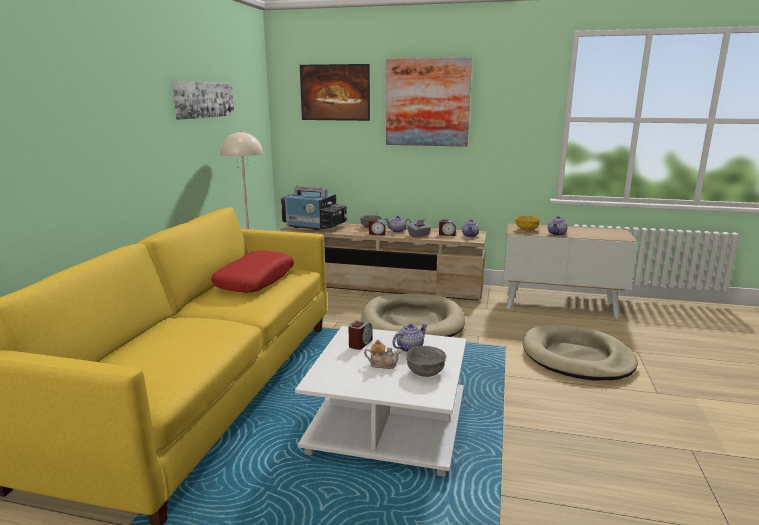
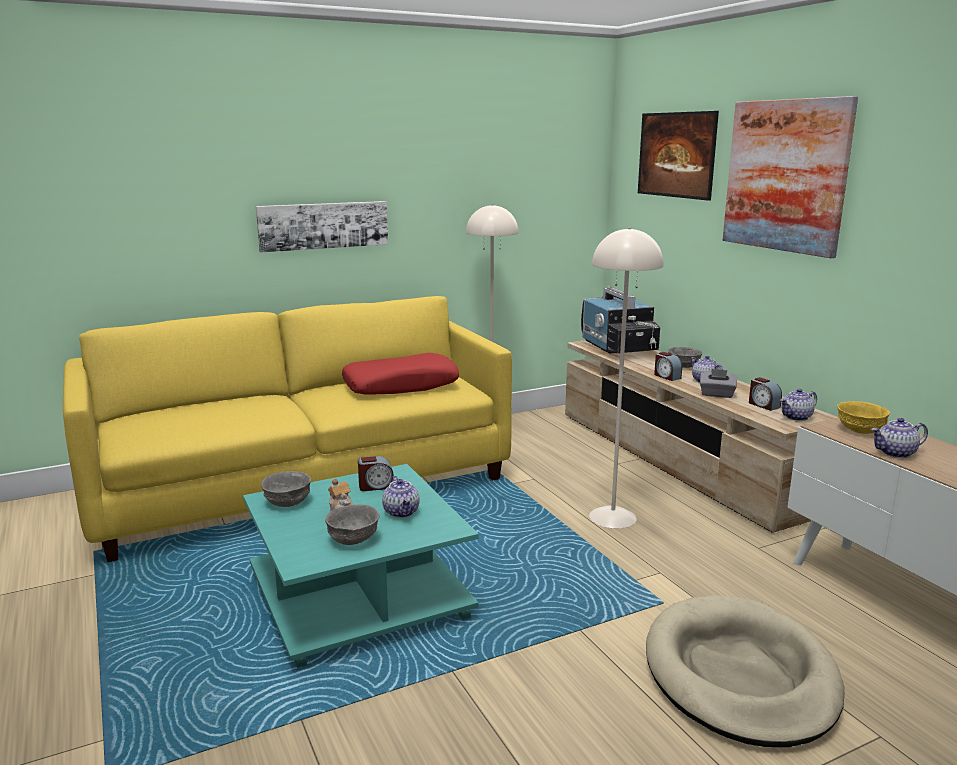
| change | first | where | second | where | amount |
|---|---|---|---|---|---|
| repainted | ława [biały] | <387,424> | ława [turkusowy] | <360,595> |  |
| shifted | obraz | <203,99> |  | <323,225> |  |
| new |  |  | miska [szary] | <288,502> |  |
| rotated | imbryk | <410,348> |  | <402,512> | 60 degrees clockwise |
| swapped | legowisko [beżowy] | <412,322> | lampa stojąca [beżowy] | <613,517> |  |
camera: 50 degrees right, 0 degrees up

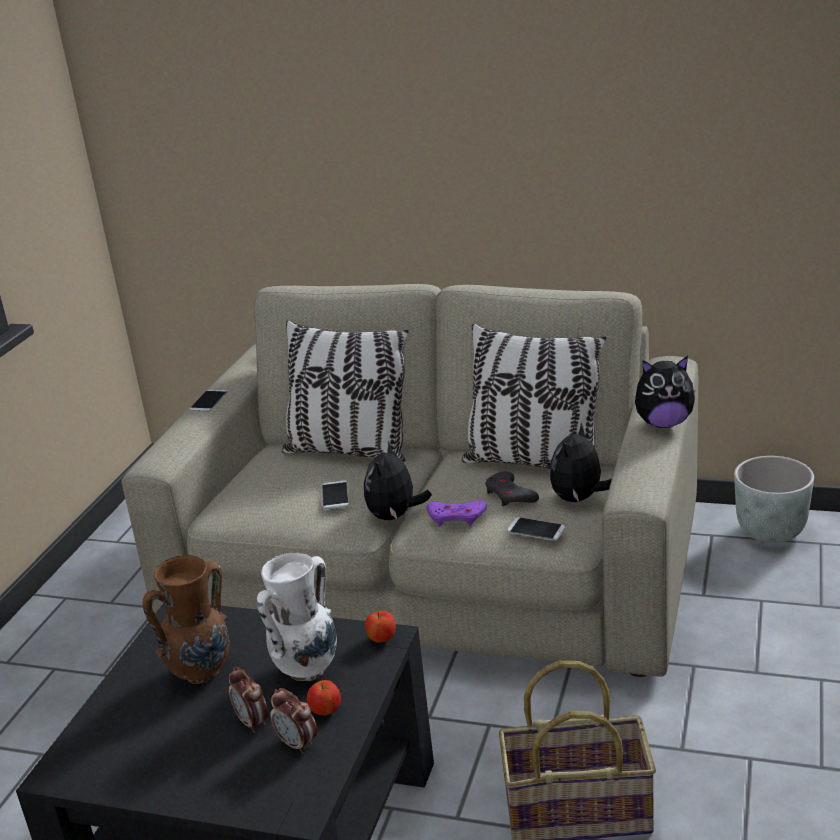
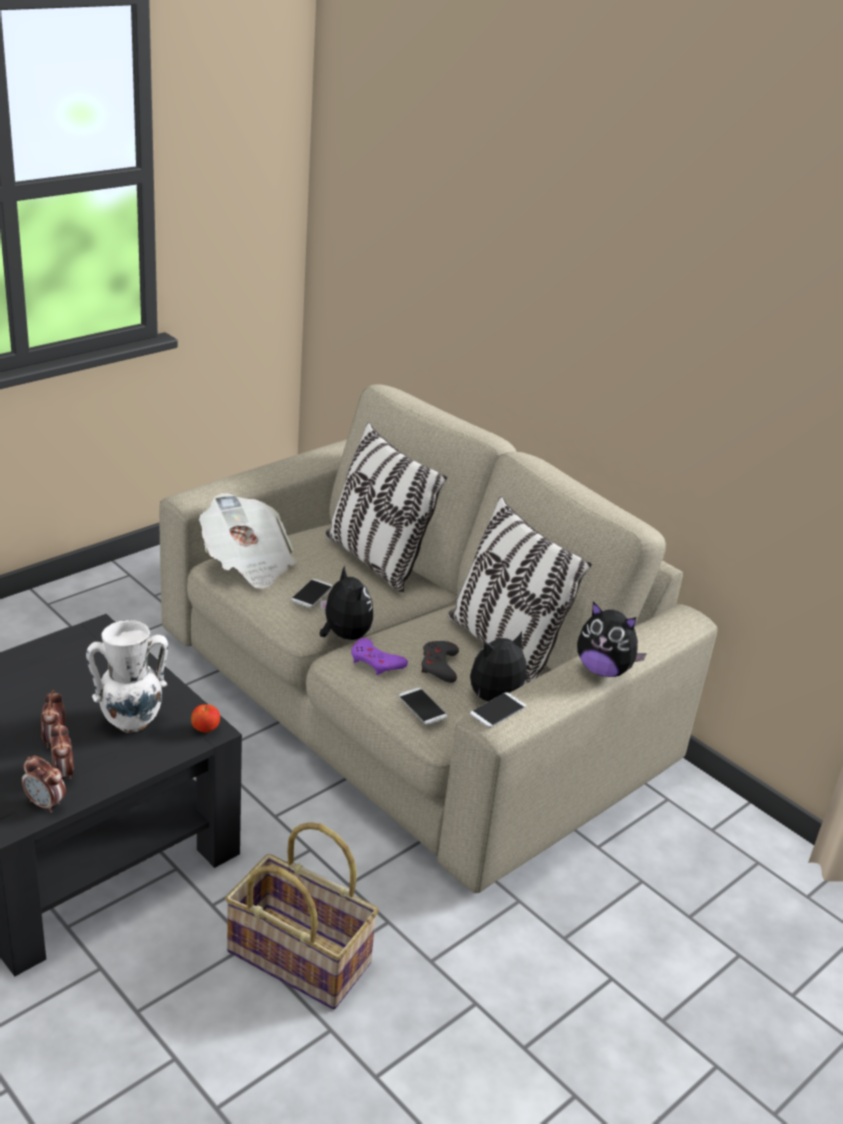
| change | first | where | second | where | amount |
|---|---|---|---|---|---|
| new |  |  | budzik | <45,804> |  |
| new |  |  | gazeta | <247,563> |  |
| rotated | pluszak | <395,516> |  | <344,635> | 105 degrees clockwise |
| shifted | telefon | <208,401> |  | <497,710> |  |
| gone | wazon [brązowy] | <202,672> |  |  |  |
| gone | jabłko | <326,711> |  |  |  |
| gone | donica [szary] | <771,531> |  |  |  |
camera: 25 degrees right, 5 degrees up

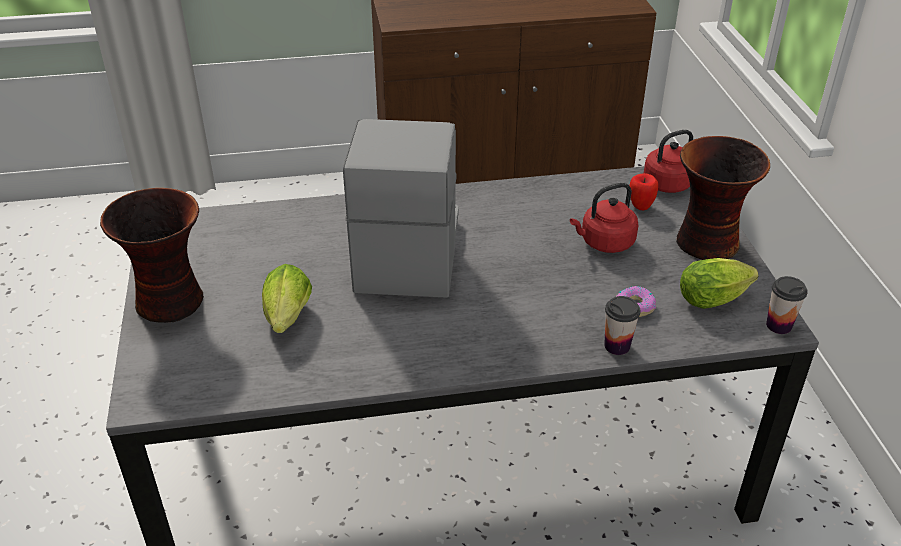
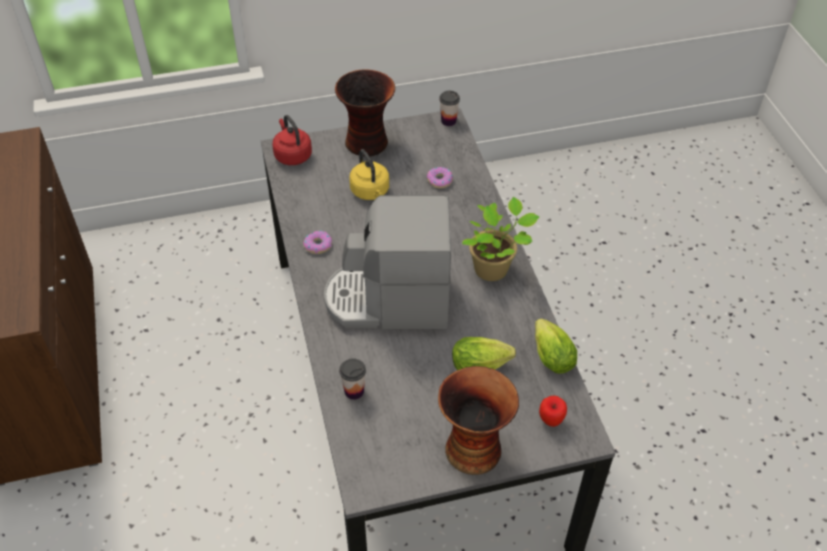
| change | first | where | second | where | amount |
|---|---|---|---|---|---|
| new |  |  | donut | <318,245> |  |
| shifted | filiżanka | <617,346> |  | <354,391> |  |
| repainted | czajnik [czerwony] | <604,243> | czajnik [żółty] | <370,192> |  |
| new |  |  | roślina doniczkowa | <494,269> |  |
| shifted | sałata | <716,298> |  | <550,355> |  |
| shifted | jabłko | <640,206> |  | <550,421> |  |
camera: 95 degrees left, 10 degrees up

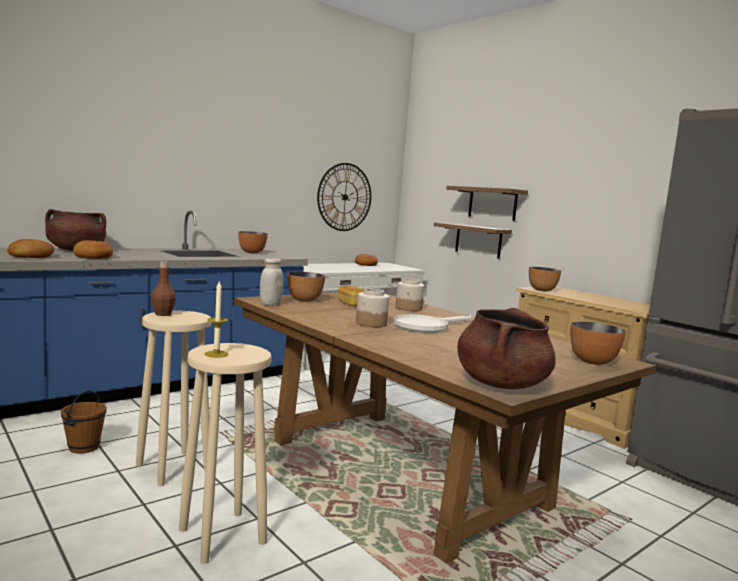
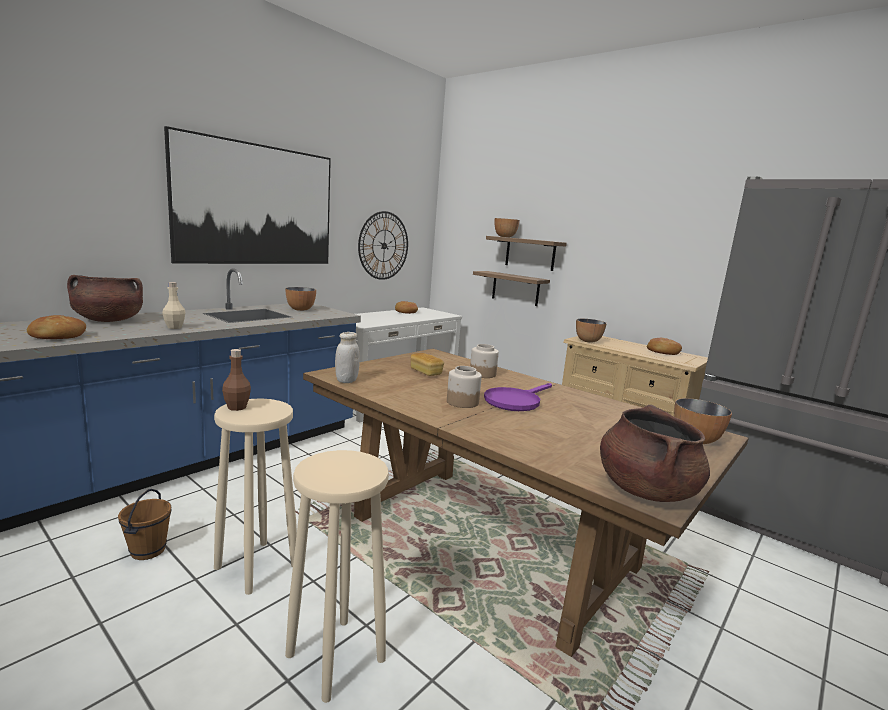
| change | first | where | second | where | amount |
|---|---|---|---|---|---|
| new |  |  | butelka [beżowy] | <174,327> |  |
| new |  |  | obraz | <257,205> |  |
| repainted | patelnia [biały] | <426,326> | patelnia [fioletowy] | <516,401> |  |
| shifted | miska | <304,300> |  | <505,237> |  |
| shifted | chleb | <93,257> |  | <662,352> |  |
| gone | świeca | <216,354> |  |  |  |
camera: 10 degrees left, 5 degrees up

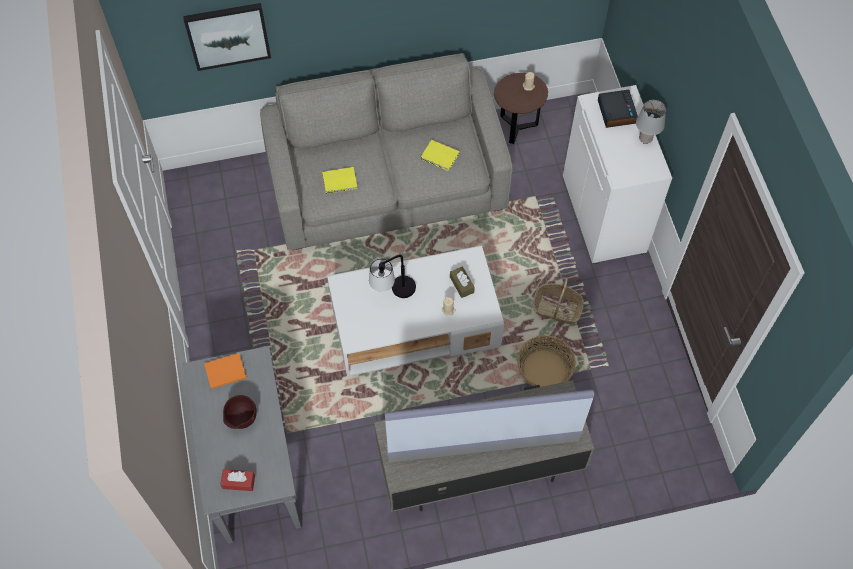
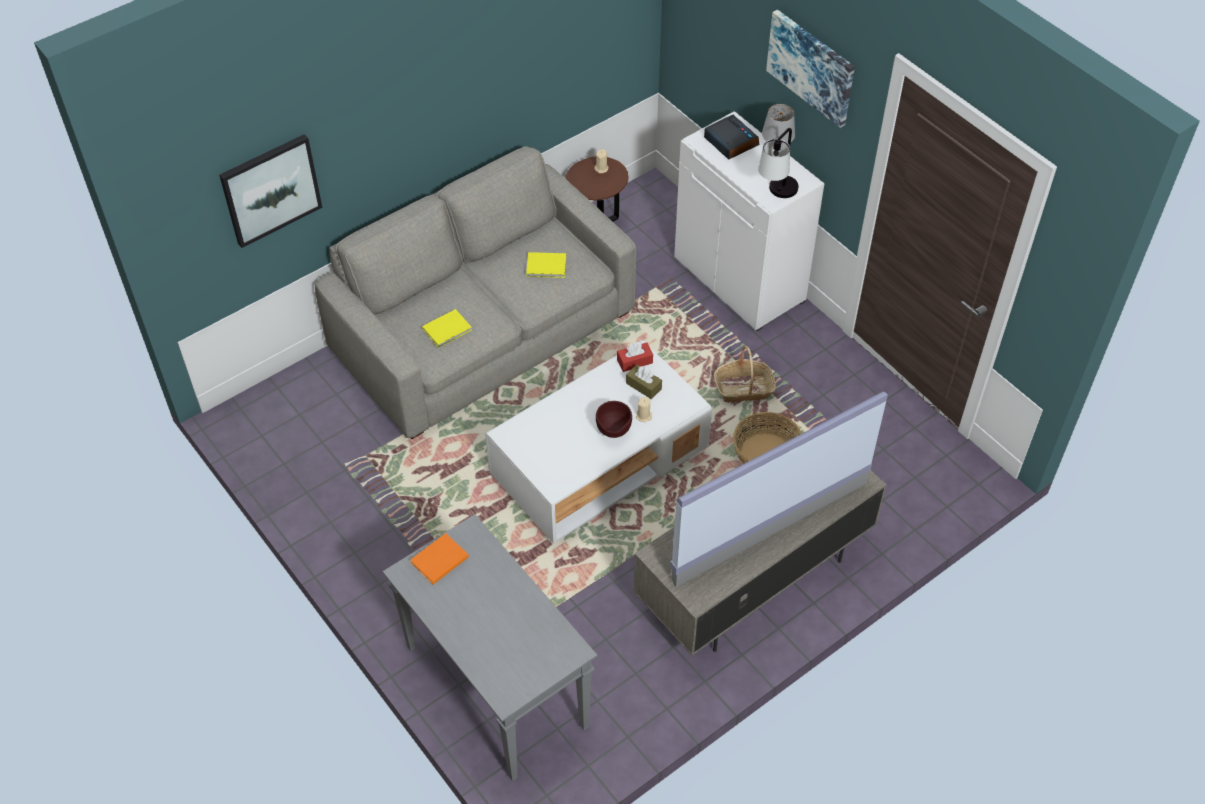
| change | first | where | second | where | amount |
|---|---|---|---|---|---|
| shifted | miska [brązowy] | <241,420> |  | <613,433> |  |
| shifted | pudełko chusteczek [czerwony] | <238,482> |  | <634,361> |  |
| shifted | lampa stołowa | <393,293> |  | <777,197> |  |
| new |  |  | obraz | <812,67> |  |
camera: 25 degrees left, 10 degrees down

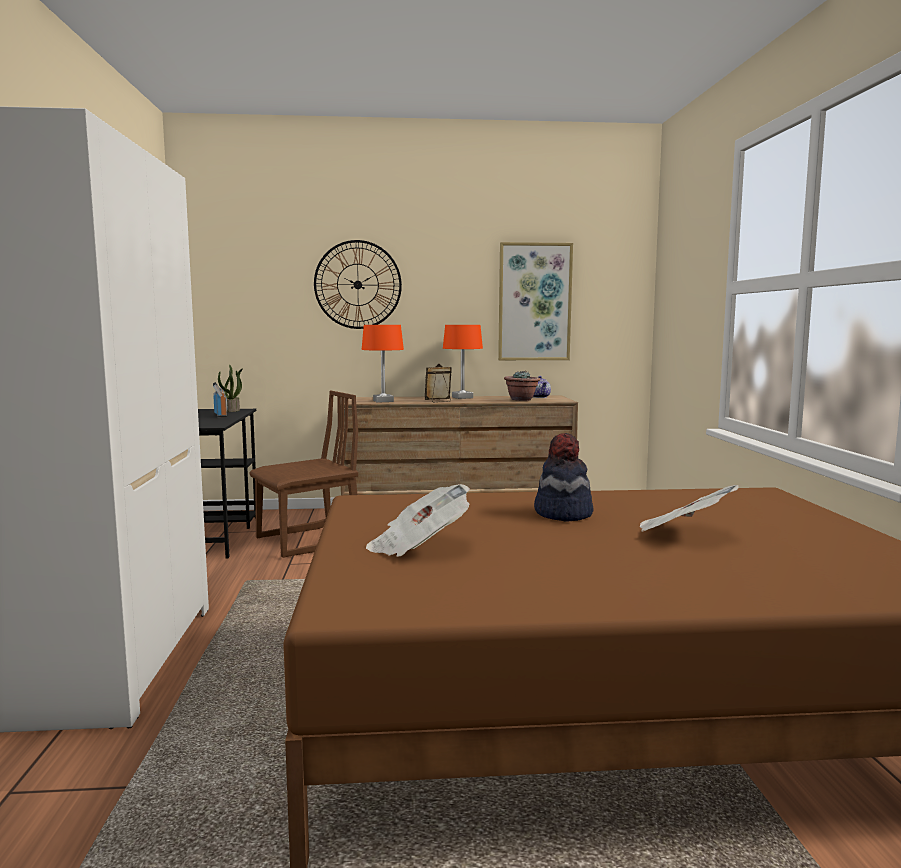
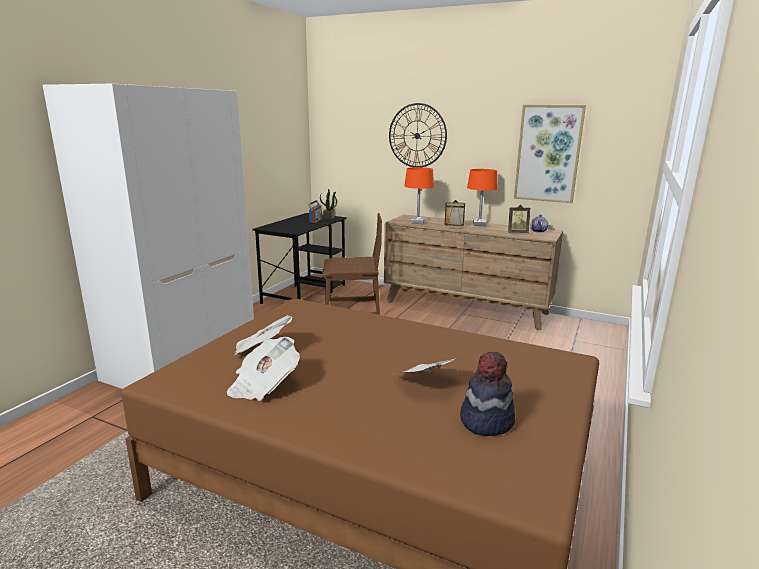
| change | first | where | second | where | amount |
|---|---|---|---|---|---|
| new |  |  | gazeta | <263,385> |  |
| shifted | kapelusz | <562,513> |  | <486,420> |  |
| swapped | roślina doniczkowa | <521,400> | ramka na zdjęcie | <517,233> |  |
camera: 30 degrees right, 10 degrees up

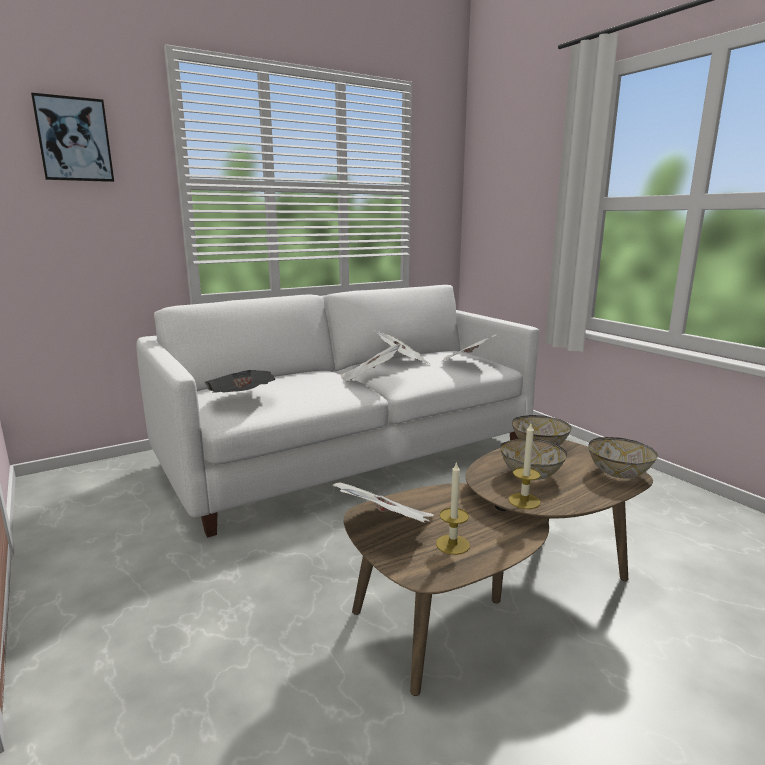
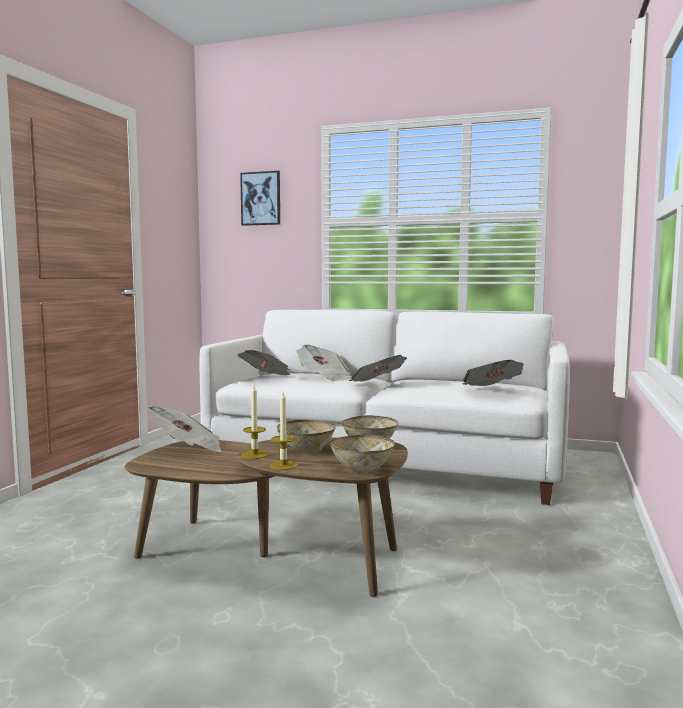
| change | first | where | second | where | amount |
|---|---|---|---|---|---|
| shifted | świeca | <452,544> |  | <283,465> |  |
| shifted | gazeta | <402,362> |  | <323,377> |  |
camera: 50 degrees right, 10 degrees down

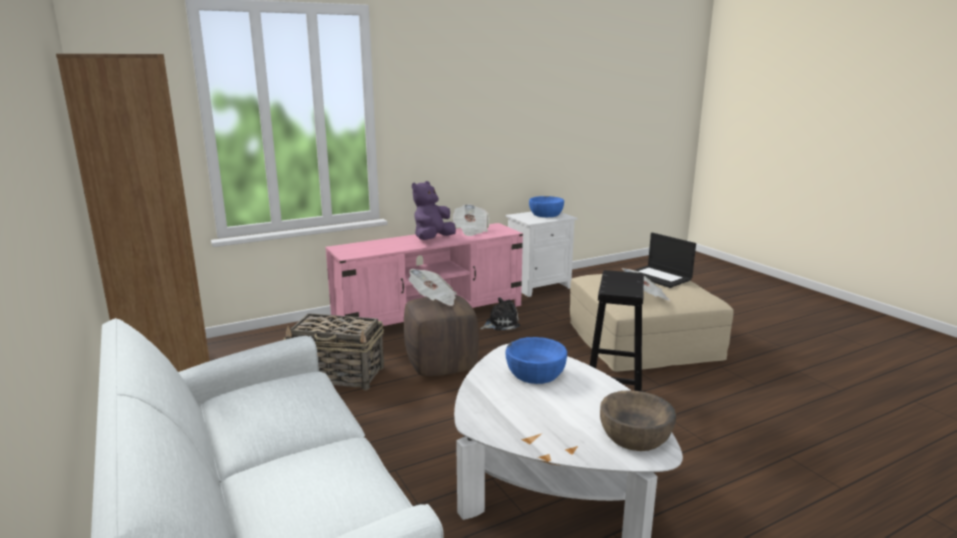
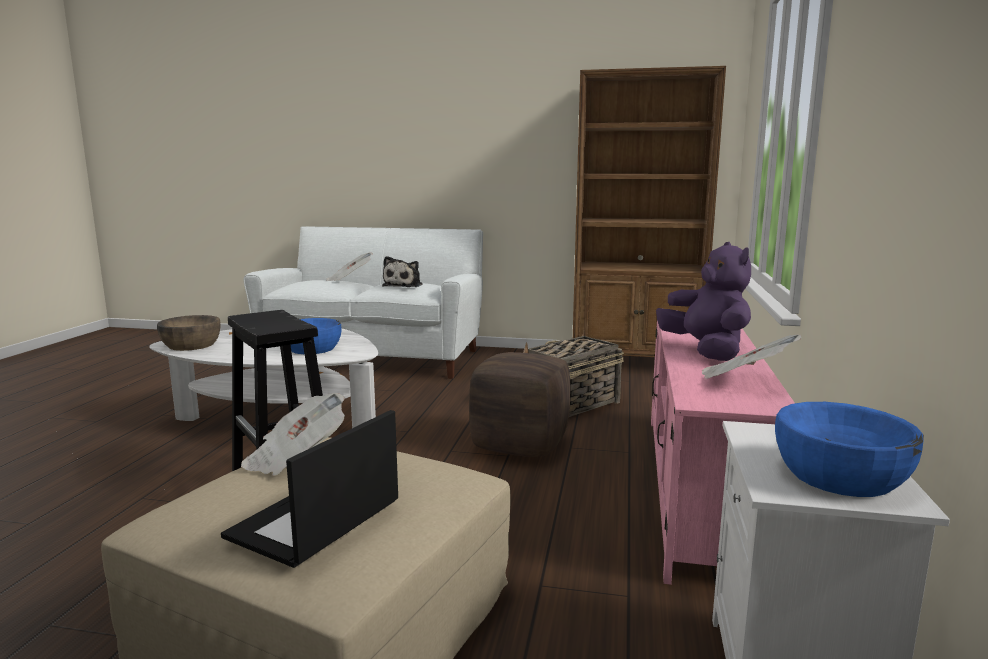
| change | first | where | second | where | amount |
|---|---|---|---|---|---|
| rotated | laptop | <660,277> |  | <314,520> | 60 degrees counterclockwise |
| shifted | gazeta | <434,299> |  | <350,279> |  |
| shifted | pluszak | <500,324> |  | <404,285> |  |
camera: 130 degrees right, 5 degrees down

